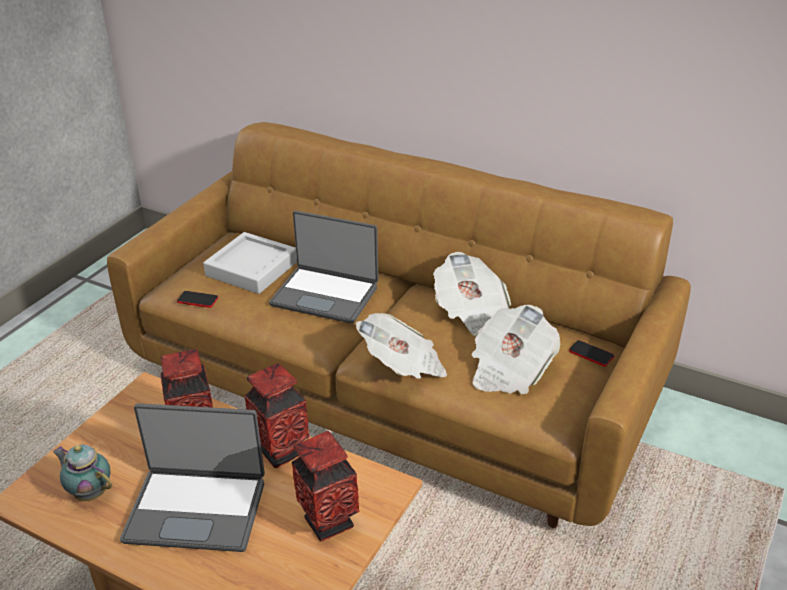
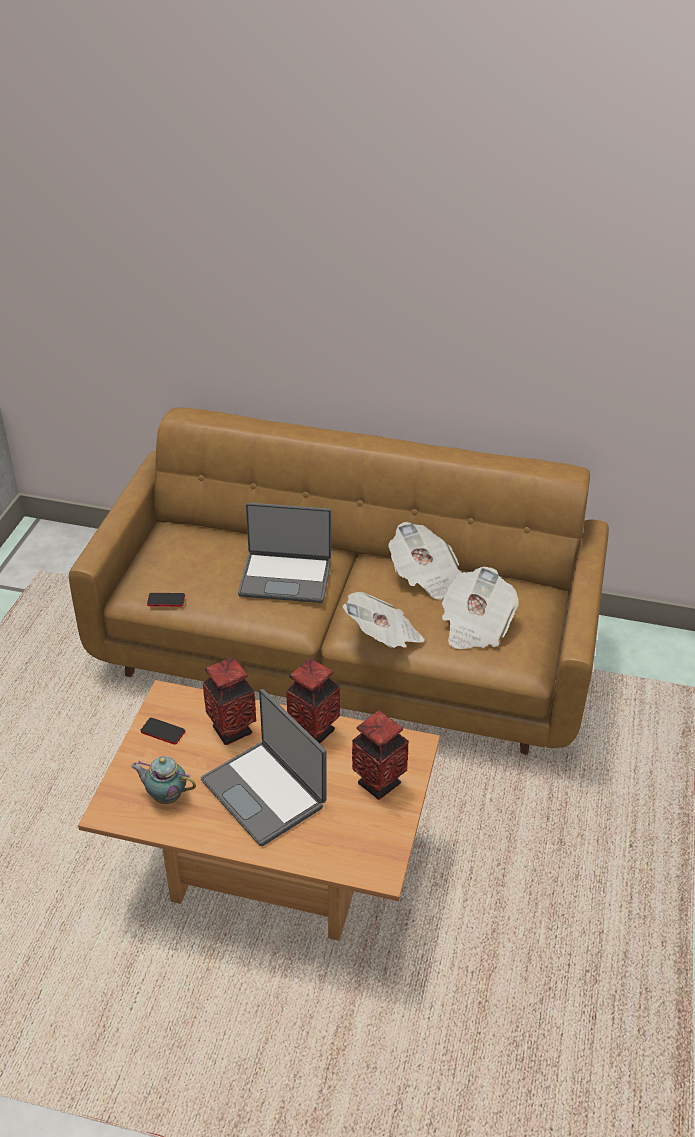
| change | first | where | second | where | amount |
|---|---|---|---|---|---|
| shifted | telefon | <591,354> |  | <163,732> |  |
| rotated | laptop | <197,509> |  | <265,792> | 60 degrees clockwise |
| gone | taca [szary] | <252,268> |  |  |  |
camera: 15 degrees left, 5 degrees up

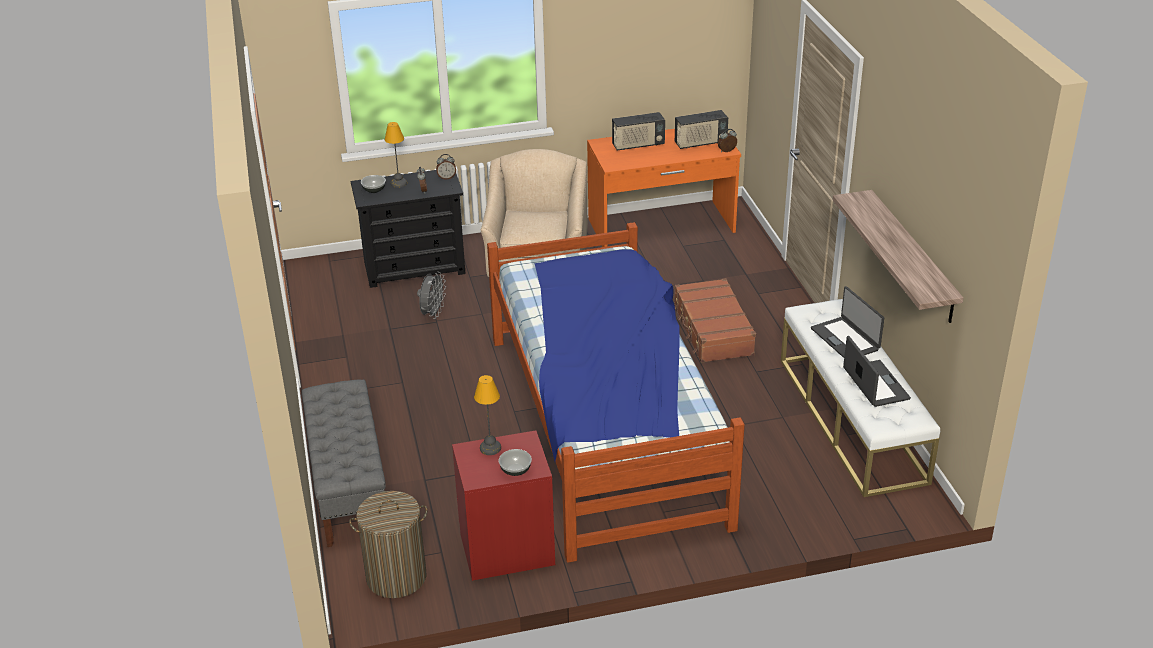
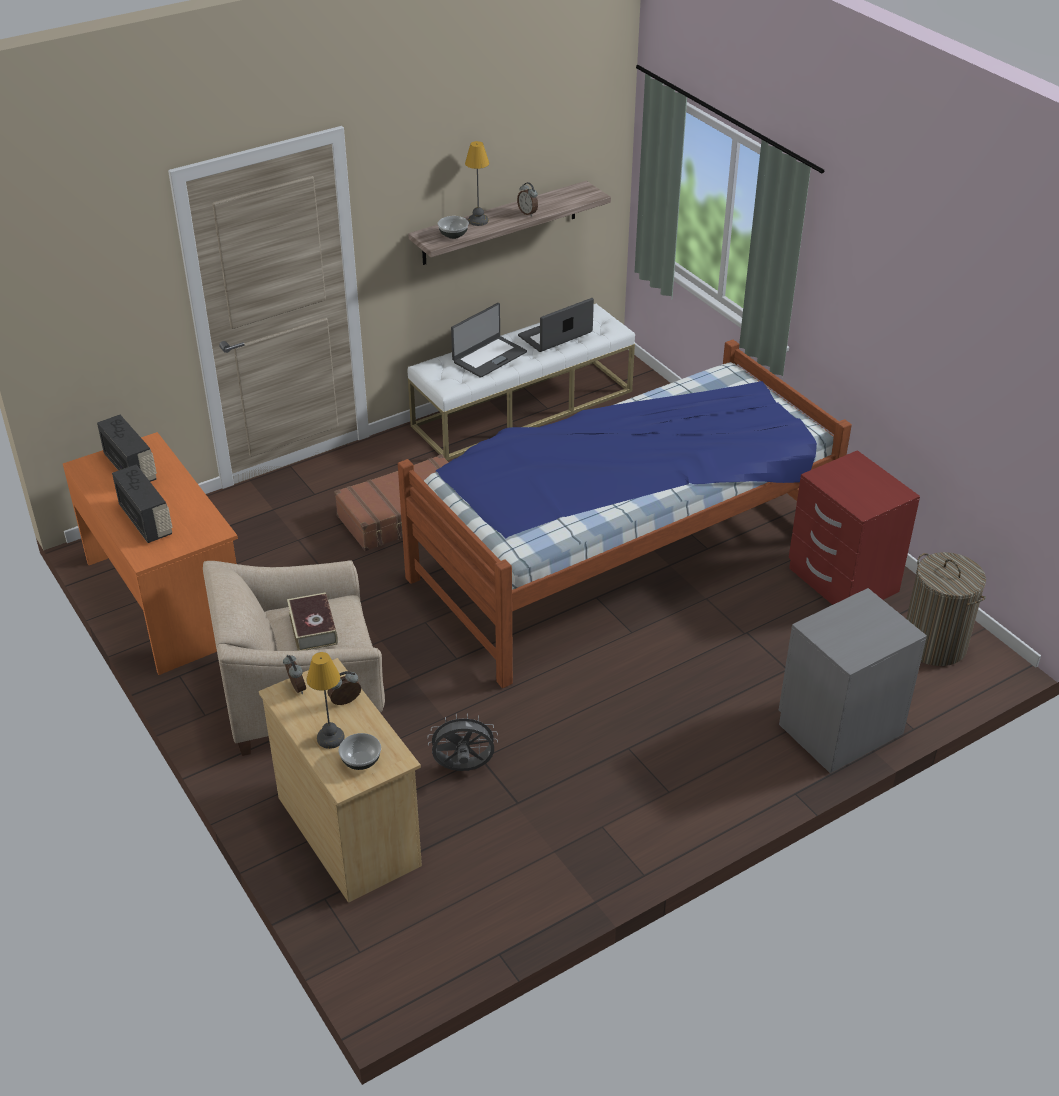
| change | first | where | second | where | amount |
|---|---|---|---|---|---|
| repainted | komoda [czarny] | <415,267> | komoda [beżowy] | <348,830> |  |
| new |  |  | książka | <313,628> |  |
| shifted | miska | <516,470> |  | <453,235> |  |
| shifted | lampa stołowa | <490,448> |  | <479,220> |  |
| shifted | budzik | <727,151> |  | <528,213> |  |
| swapped | ławka [szary] | <349,487> | szafka nocna [szary] | <839,727> |  |
camera: 110 degrees left, 5 degrees up

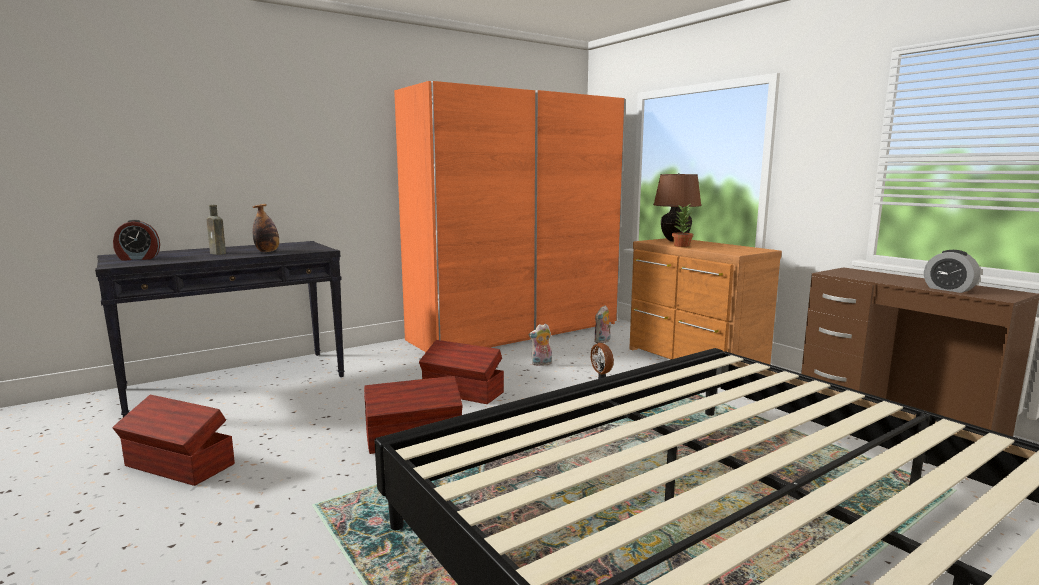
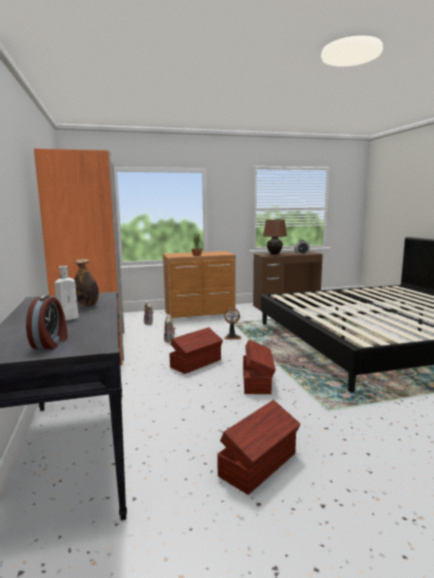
| change | first | where | second | where | amount |
|---|---|---|---|---|---|
| repainted | butelka [brązowy] | <218,253> | butelka [biały] | <70,318> |  |
| shifted | lampa stołowa [brązowy] | <674,241> |  | <274,254> |  |
camera: 70 degrees left, 0 degrees up

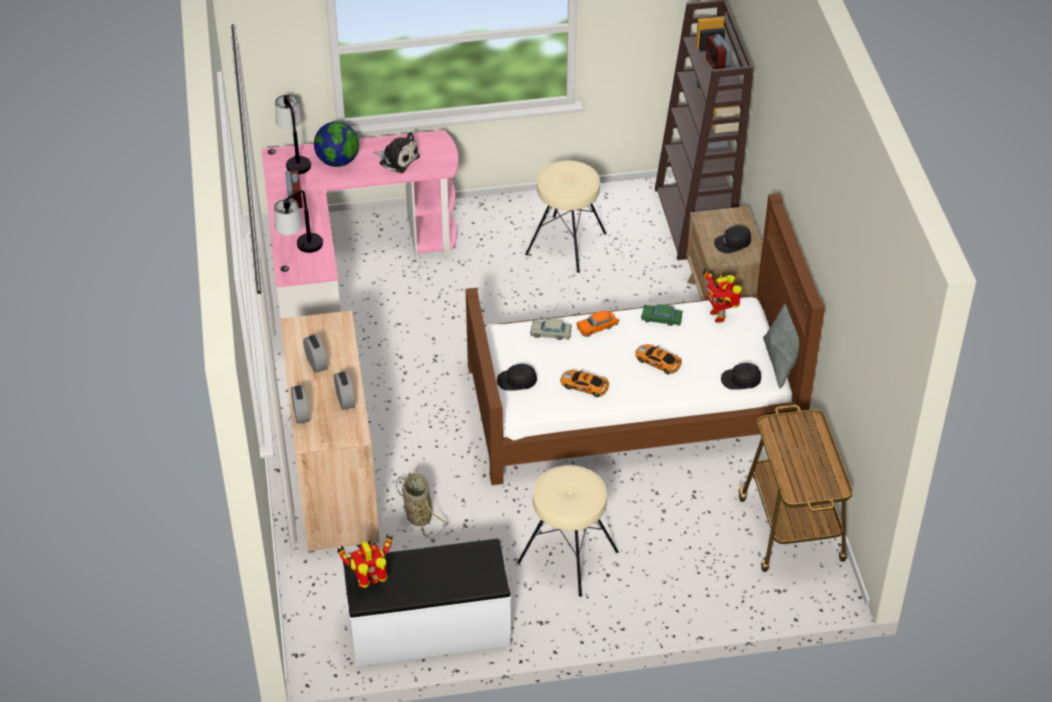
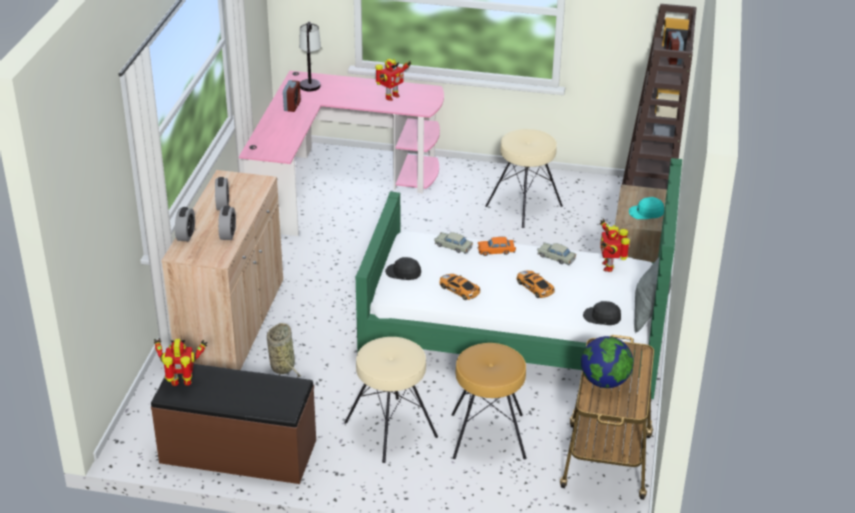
| change | first | where | second | where | amount |
|---|---|---|---|---|---|
| repainted | ławka [biały] | <429,629> | ławka [brązowy] | <238,452> |  |
| repainted | łóżko [brązowy] | <633,405> | łóżko [zielony] | <515,331> |  |
| swapped | pluszak | <397,159> | robot zabawkowy | <391,97> |  |
| new |  |  | stołek [brązowy] | <488,435> |  |
| repainted | samochodzik [zielony] | <661,319> | samochodzik [beżowy] | <556,257> |  |
| shifted | globus | <338,161> |  | <604,382> |  |
| repainted | czapka z daszkiem [czarny] | <732,243> | czapka z daszkiem [turkusowy] | <646,213> |  |
| gone | lampa stołowa | <301,251> |  |  |  |
camera: 20 degrees right, 10 degrees down

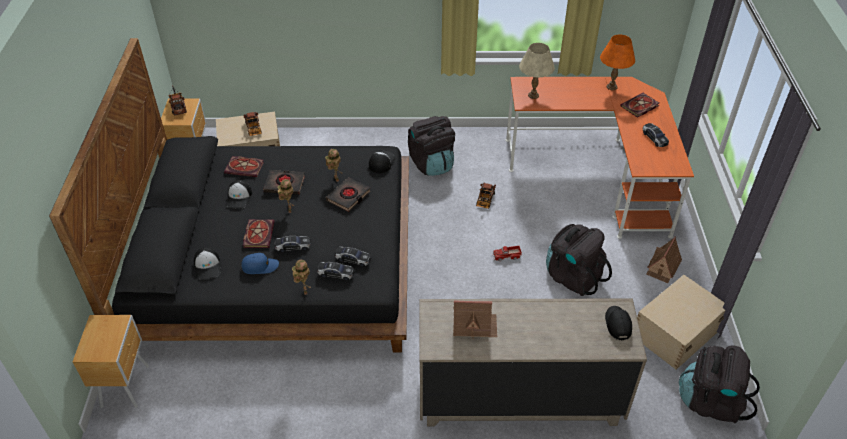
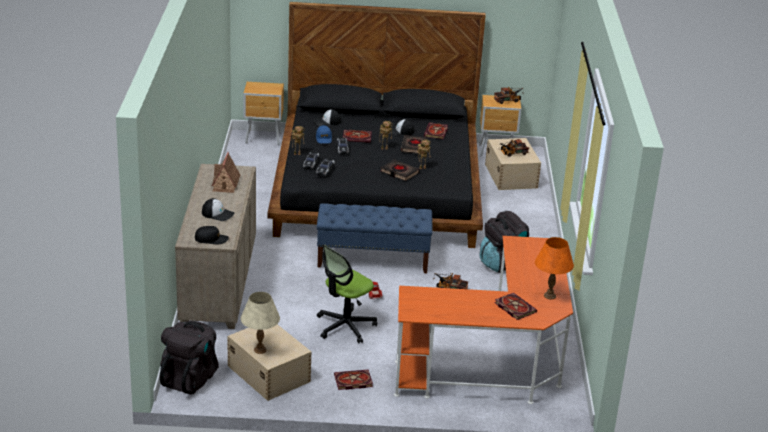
| change | first | where | second | where | amount |
|---|---|---|---|---|---|
| shifted | czapka z daszkiem | <381,162> |  | <218,214> |  |
| shifted | lampa stołowa [beżowy] | <533,95> |  | <259,350> |  |
| new |  |  | ławka [niebieski] | <373,259> |  |
| swapped | plecak [czarny] | <573,276> | krzesło biurowe | <345,326> |  |
| swapped | domek | <663,267> | książka | <352,381> |  |
| gone | samochodzik | <654,138> |  |  |  |
camera: 90 degrees right, 15 degrees down

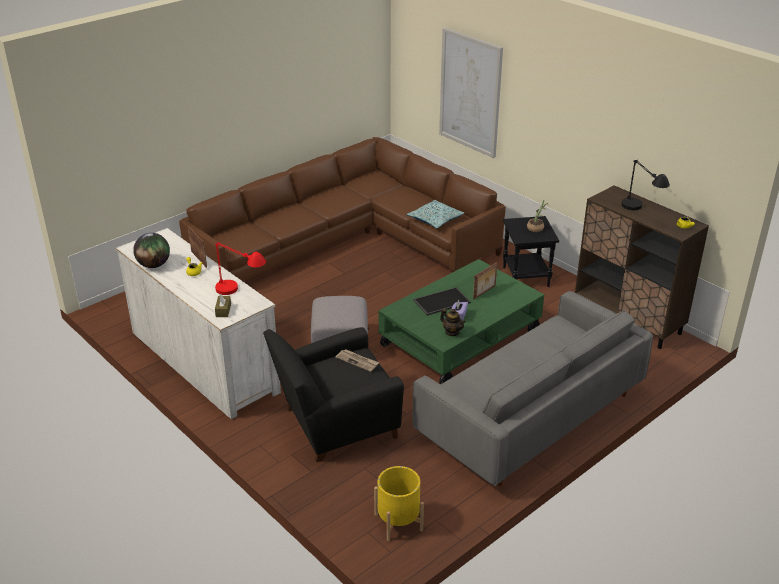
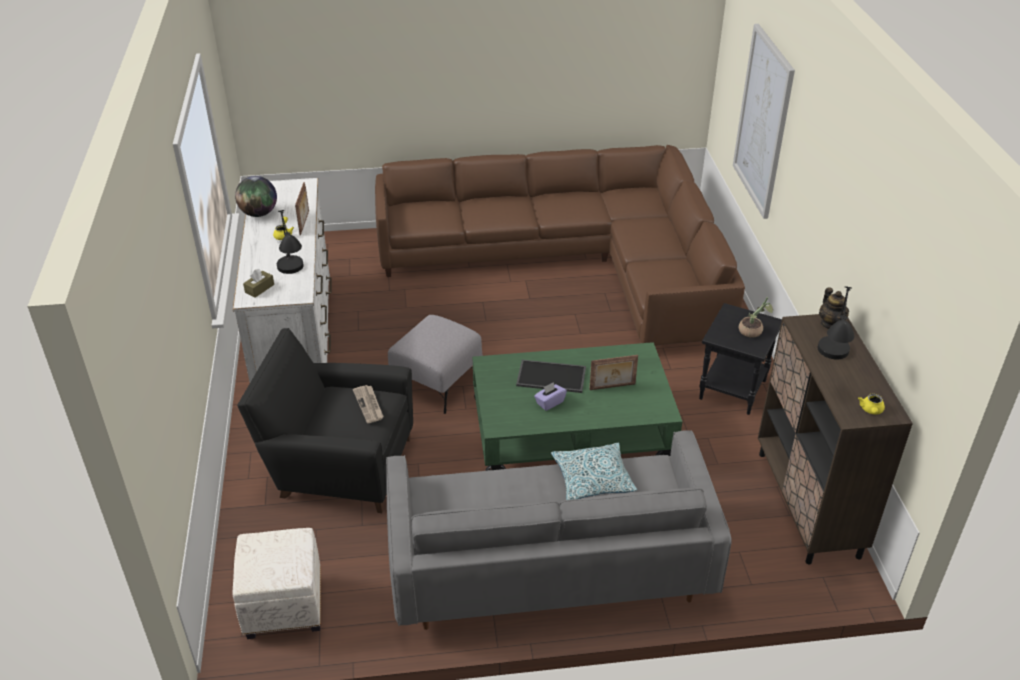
| change | first | where | second | where | amount |
|---|---|---|---|---|---|
| swapped | donica [żółty] | <398,522> | pufa [biały] | <283,608> |  |
| repainted | lampa stołowa [czerwony] | <241,295> | lampa stołowa [czarny] | <293,279> |  |
| shifted | poduszka | <435,219> |  | <592,479> |  |
| shifted | imbryk | <452,332> |  | <831,324> |  |
camera: 35 degrees right, 5 degrees up

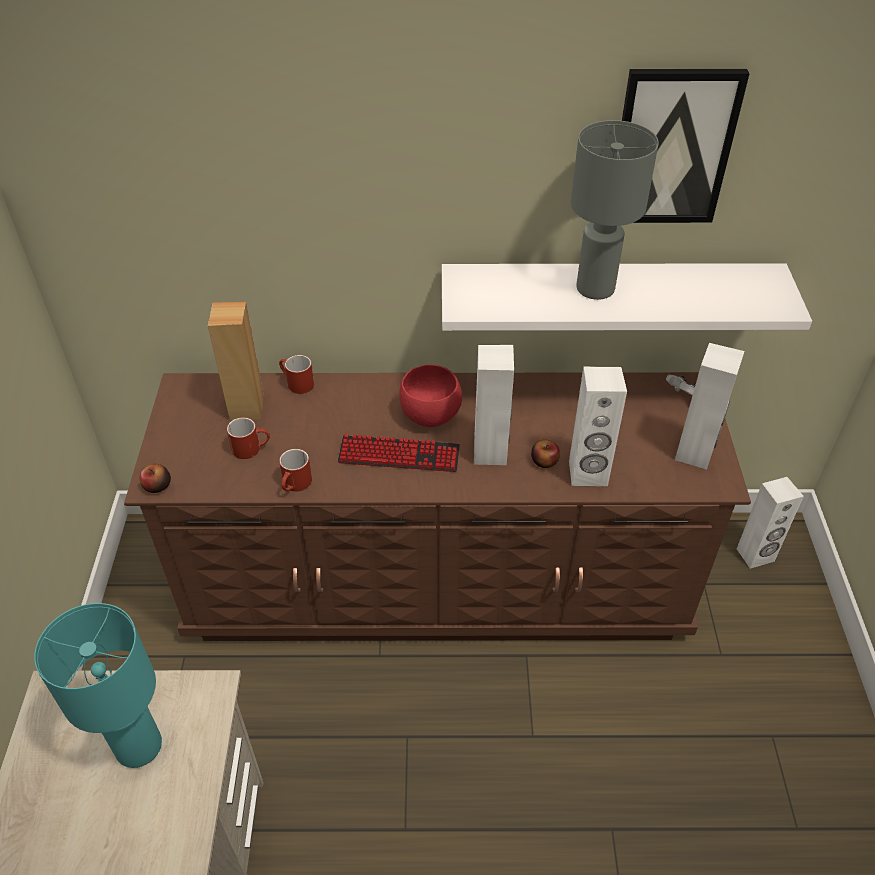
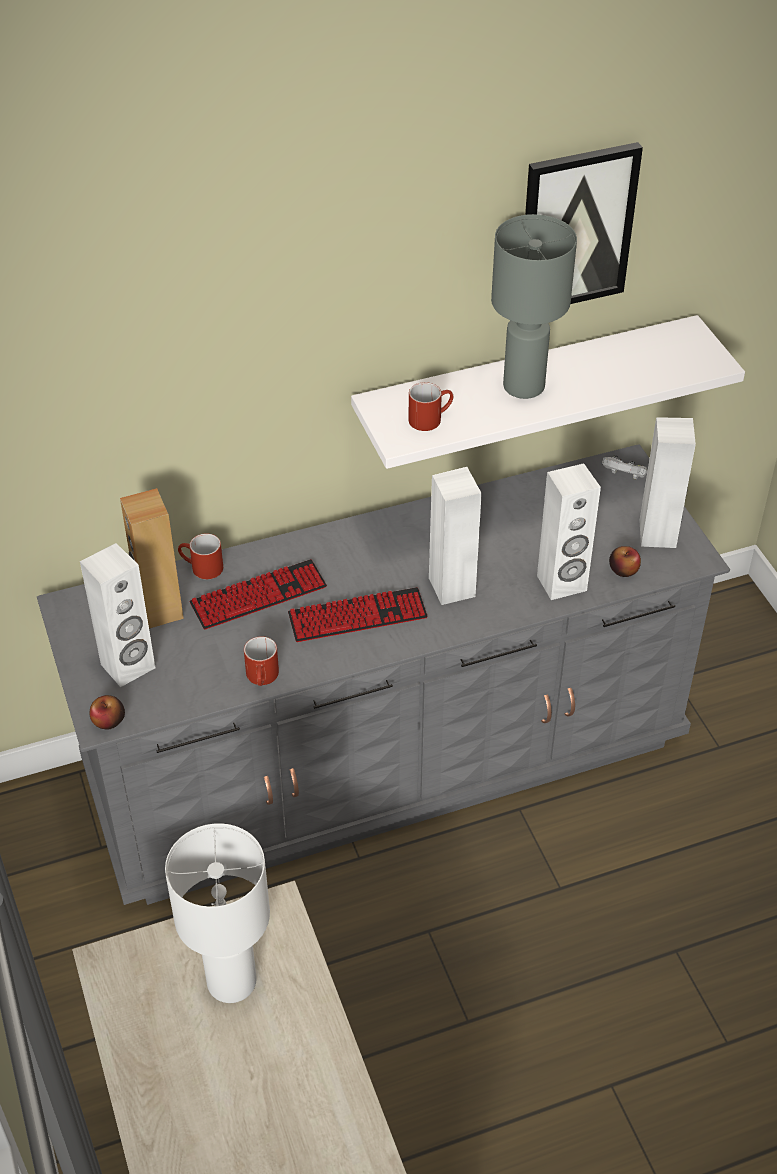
| change | first | where | second | where | amount |
|---|---|---|---|---|---|
| repainted | komoda [brązowy] | <437,580> | komoda [szary] | <387,758> |  |
| shifted | głośnik [biały] | <755,555> |  | <128,666> |  |
| repainted | lampa stołowa [turkusowy] | <138,745> | lampa stołowa [biały] | <230,981> |  |
| new |  |  | klawiatura | <258,596> |  |
| shifted | kubek [czerwony] | <251,448> |  | <430,418> |  |
| shifted | jabłko | <544,461> |  | <623,570> |  |
| gone | miska [czerwony] | <429,416> |  |  |  |
camera: 20 degrees left, 0 degrees up

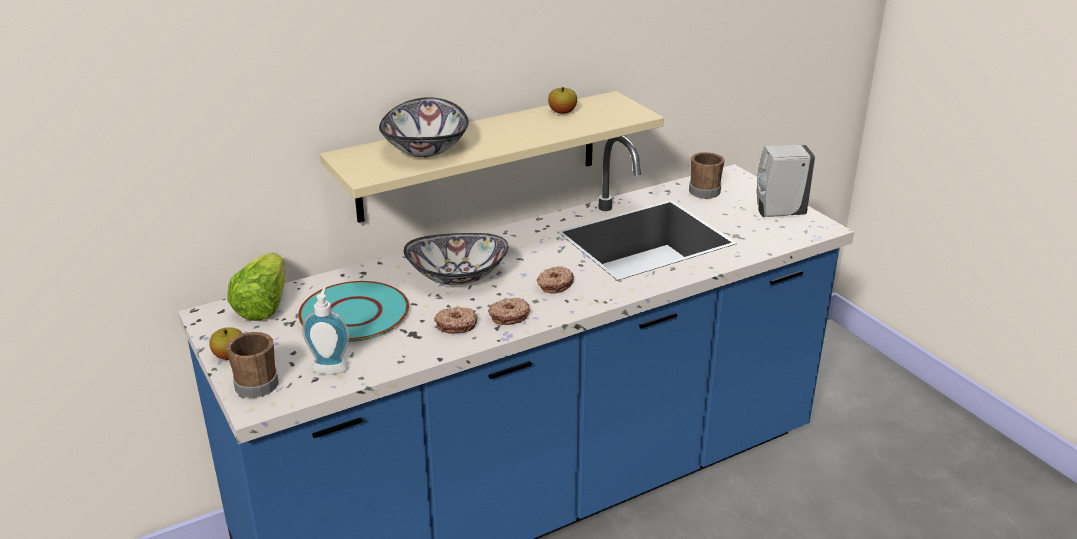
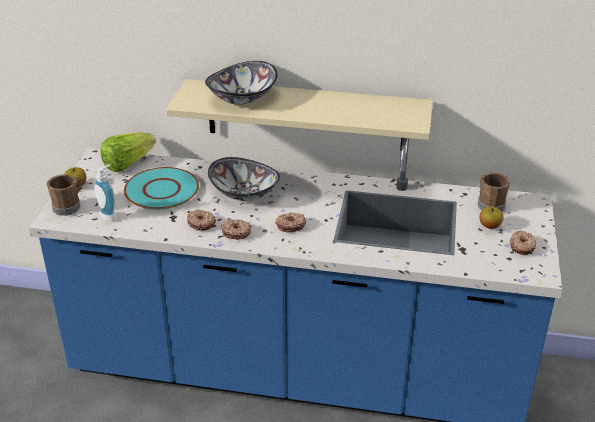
| change | first | where | second | where | amount |
|---|---|---|---|---|---|
| shifted | jabłko | <562,112> |  | <489,226> |  |
| swapped | dozownik mydła [biały] | <777,213> | donut | <522,246> |  |
camera: 40 degrees right, 5 degrees up

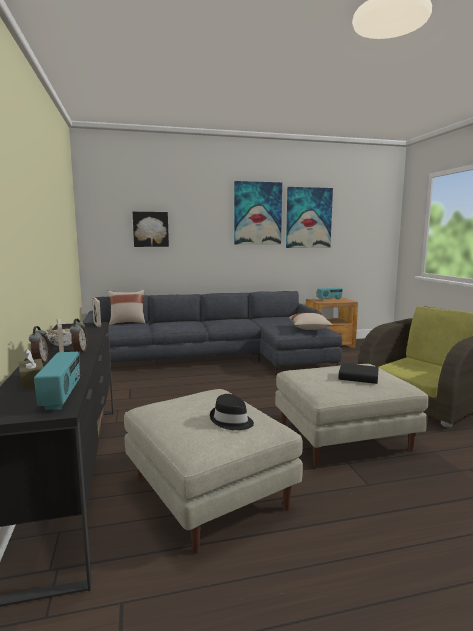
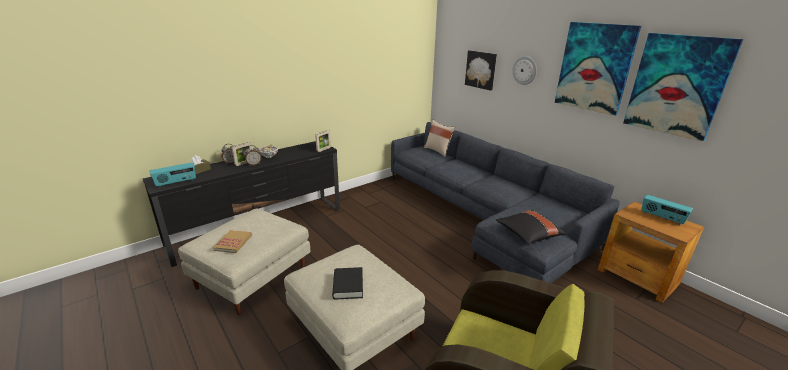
| change | first | where | second | where | amount |
|---|---|---|---|---|---|
| swapped | kapelusz [czarny] | <231,421> | książka | <233,242> |  |
| repainted | poduszka [beżowy] | <309,329> | poduszka [czarny] | <527,234> |  |
| new |  |  | zegar ścienny | <524,70> |  |
camera: 65 degrees right, 15 degrees up

